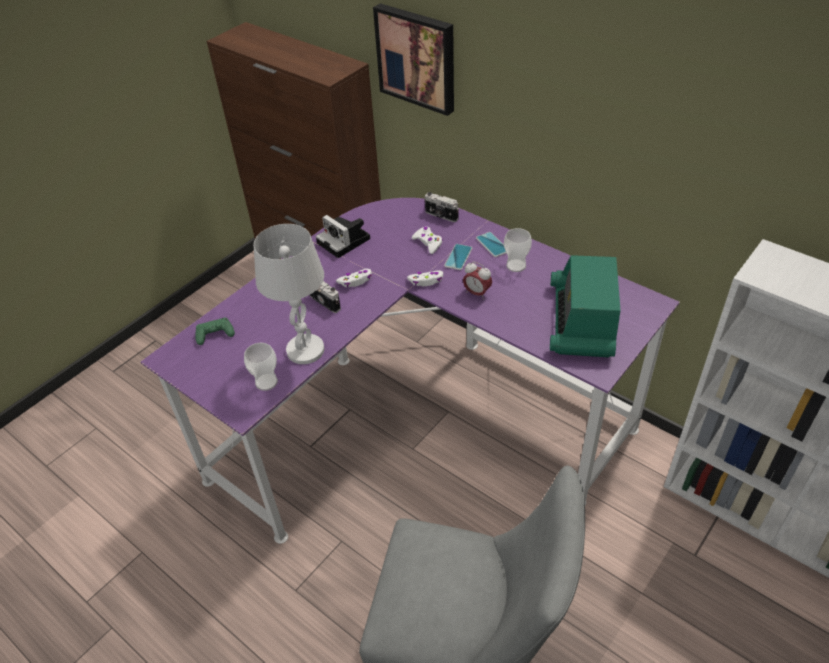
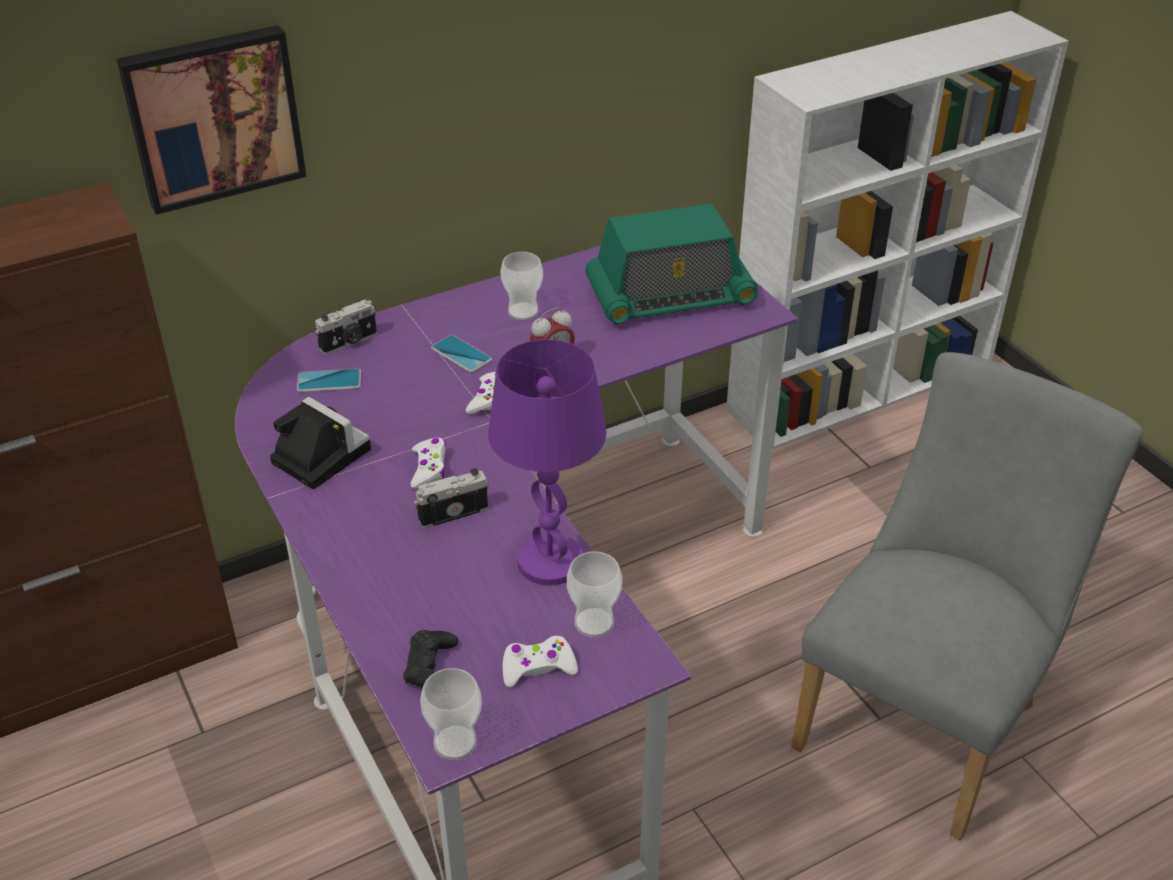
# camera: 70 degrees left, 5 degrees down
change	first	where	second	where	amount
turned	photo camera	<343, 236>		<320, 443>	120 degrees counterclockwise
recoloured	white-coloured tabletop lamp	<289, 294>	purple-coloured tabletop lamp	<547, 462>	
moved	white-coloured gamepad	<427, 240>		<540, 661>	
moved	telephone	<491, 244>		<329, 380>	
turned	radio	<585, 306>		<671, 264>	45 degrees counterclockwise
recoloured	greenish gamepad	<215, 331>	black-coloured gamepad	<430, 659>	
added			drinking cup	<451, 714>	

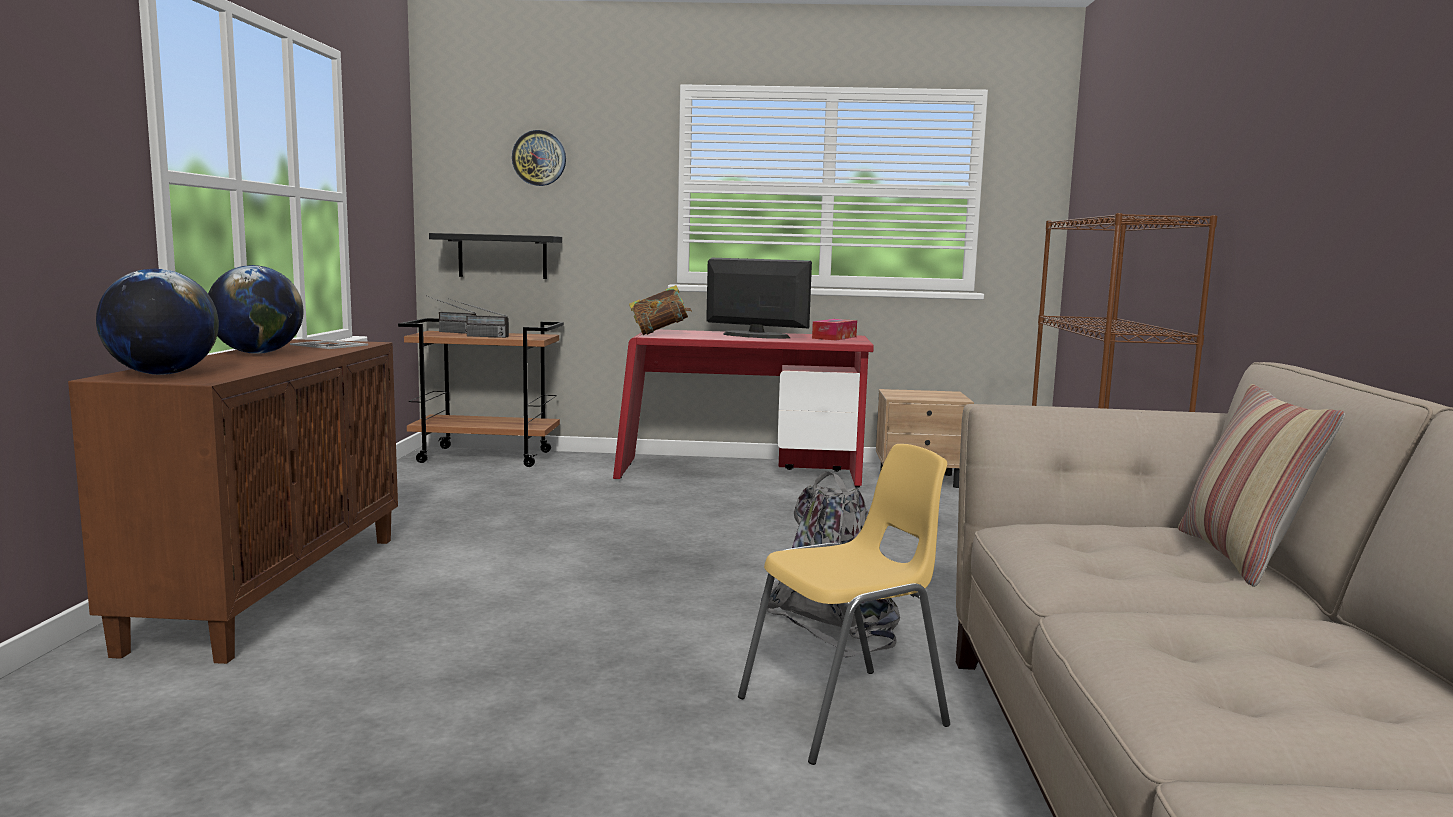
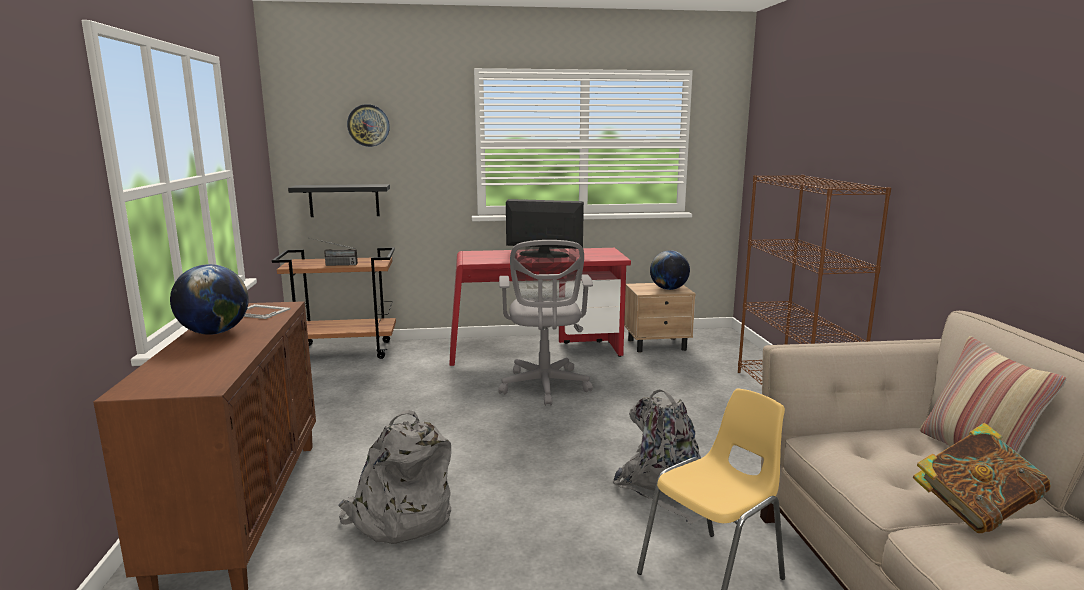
# camera: 10 degrees left, 5 degrees up
change	first	where	second	where	amount
moved	globe	<157, 321>		<670, 270>	
moved	volume	<660, 310>		<981, 478>	
removed	radio	<452, 315>			
removed	tissue holder	<834, 329>			
added			greyish office chair	<545, 323>	
added			greyish rucksack	<394, 477>	

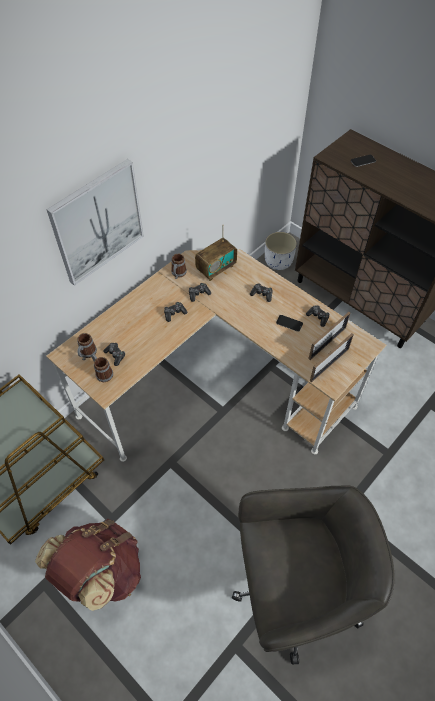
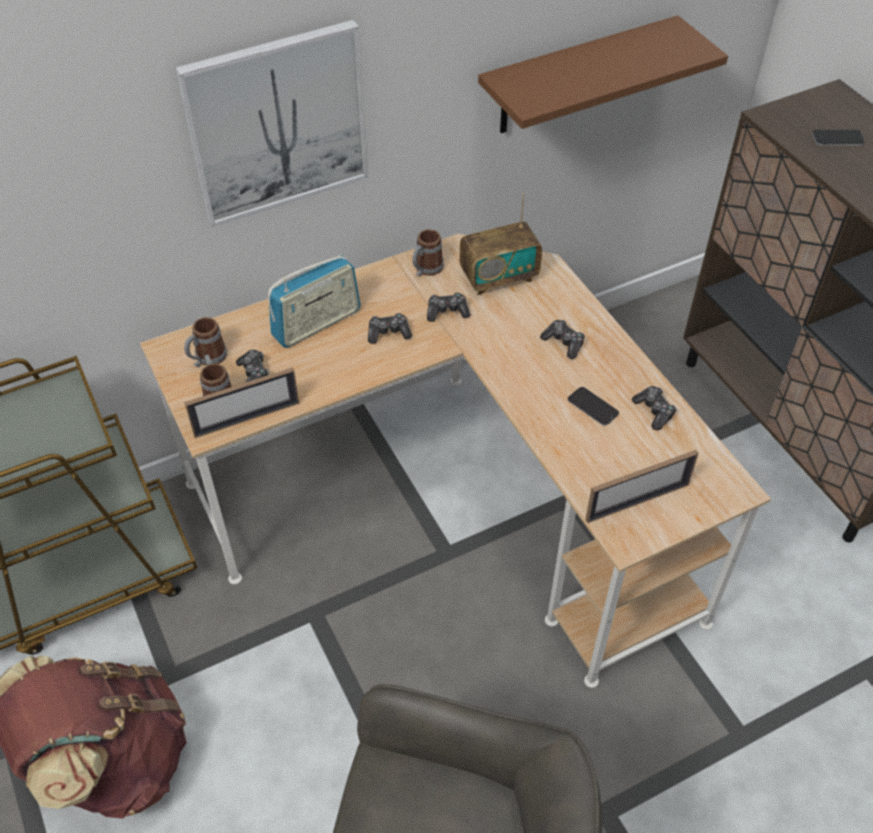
# camera: 20 degrees right, 5 degrees down
change	first	where	second	where	amount
removed	white-coloured plant pot	<281, 251>			
moved	standing frame	<329, 336>		<241, 402>	
added			brown wall shelf	<603, 74>	
added			radio	<314, 301>	

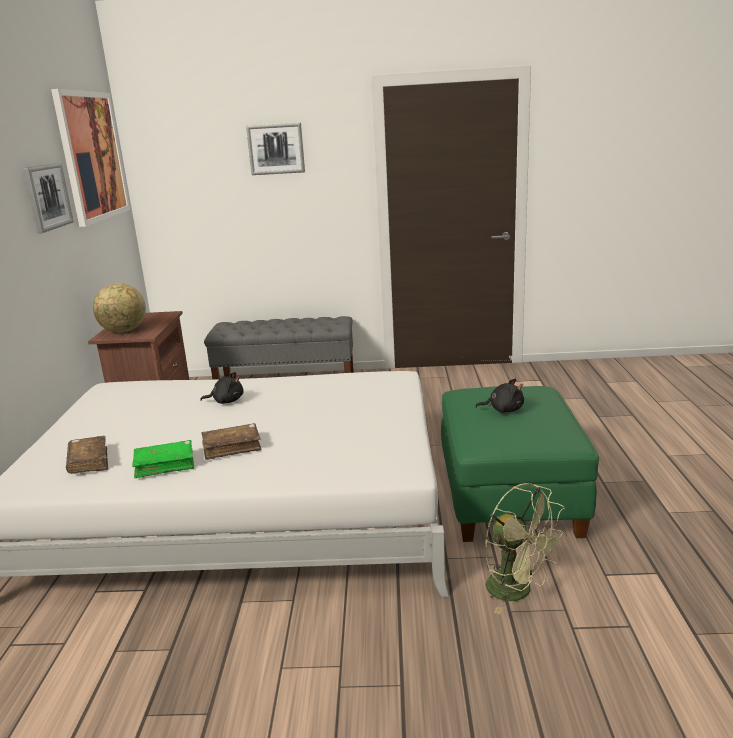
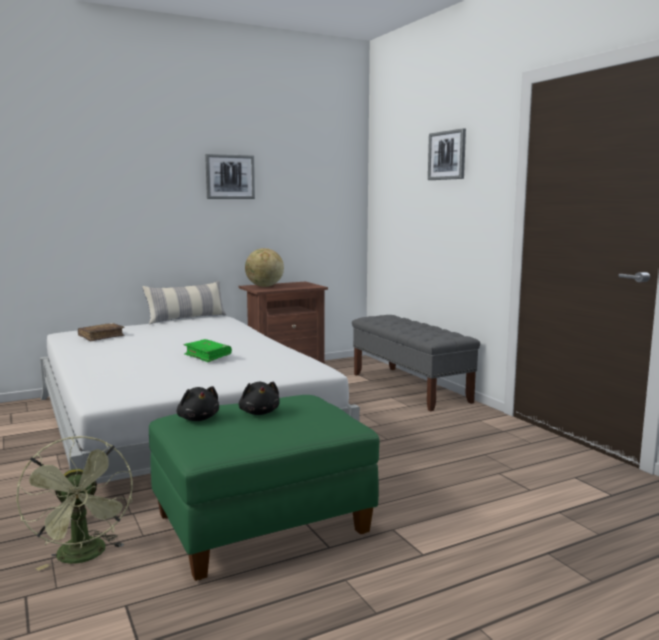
# camera: 60 degrees right, 10 degrees down
change	first	where	second	where	amount
removed	picture	<90, 158>			
moved	black-coloured soft toy	<222, 388>		<198, 403>	
removed	brown volume	<231, 441>			
moved	greenish volume	<163, 459>		<208, 350>	
turned	greenish electric fan	<526, 548>		<74, 503>	45 degrees counterclockwise
added			pillow	<184, 302>	

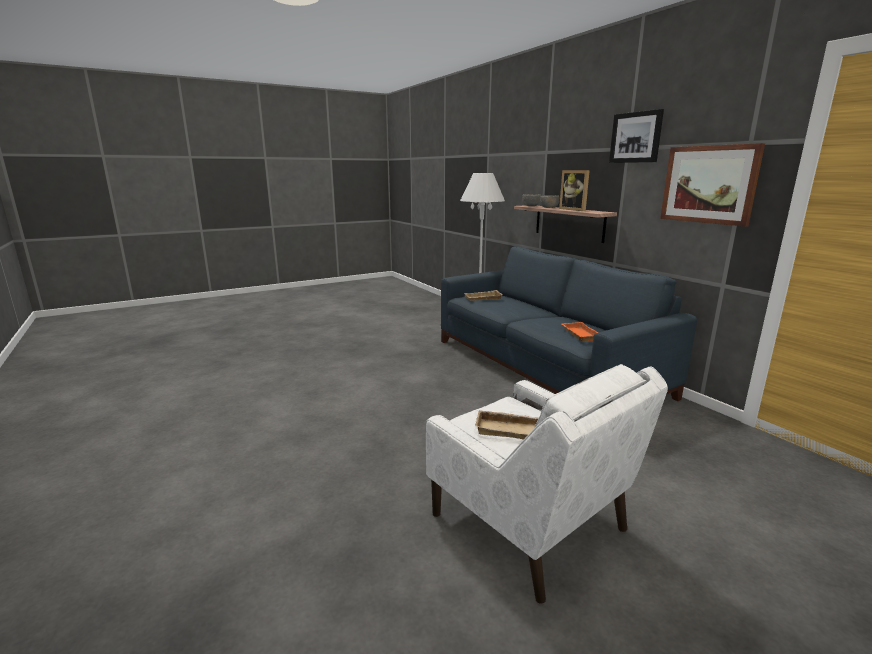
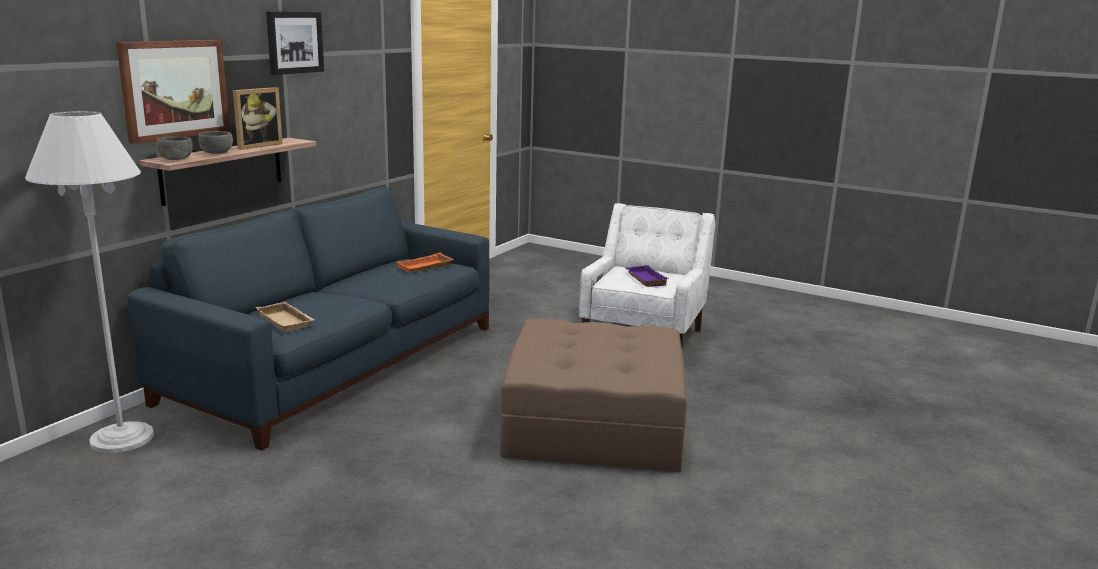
# camera: 120 degrees left, 0 degrees up
change	first	where	second	where	amount
moved	picture	<712, 185>		<173, 92>	
recoloured	beige serving tray	<507, 425>	purple-coloured serving tray	<647, 276>	
added			brown pouffe	<593, 395>	

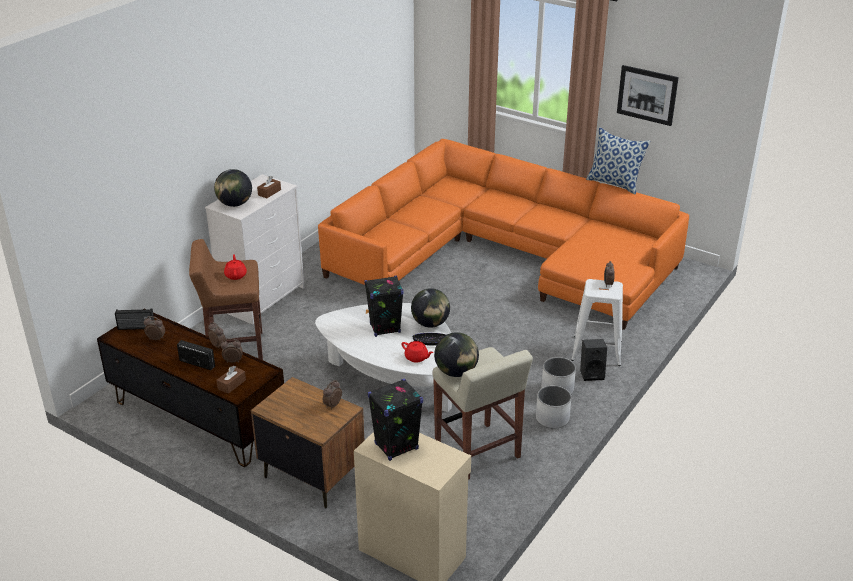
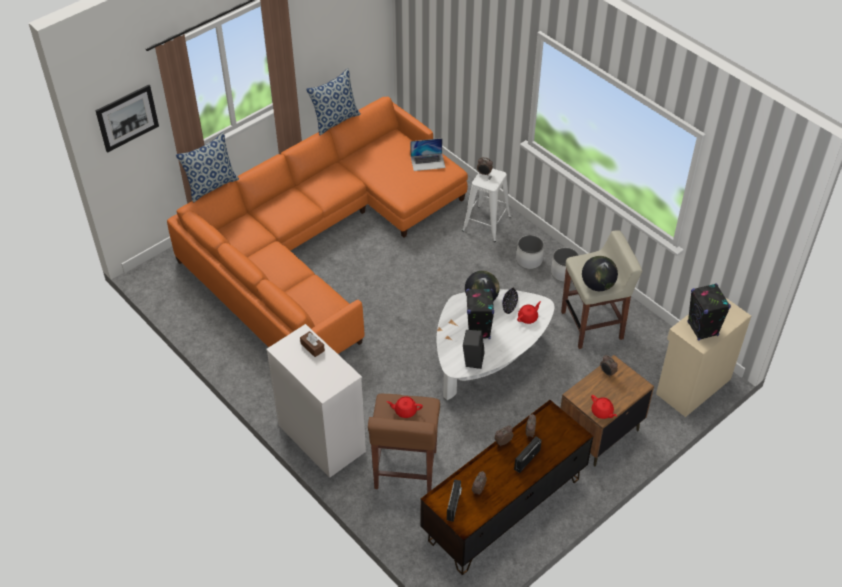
# camera: 75 degrees left, 15 degrees up
change	first	where	second	where	amount
moved	picture	<648, 95>		<127, 119>	
removed	globe	<233, 188>			
moved	black-coloured speaker	<593, 360>		<474, 349>	
removed	brown tissue holder	<231, 380>			
added			pillow	<207, 167>	
added			laptop	<428, 154>	
added			red pot for tea	<604, 407>	

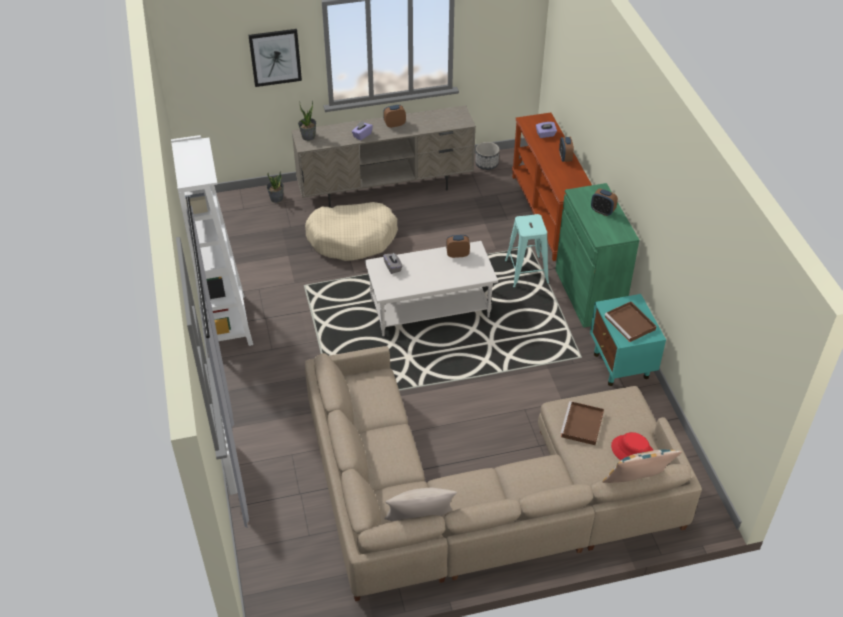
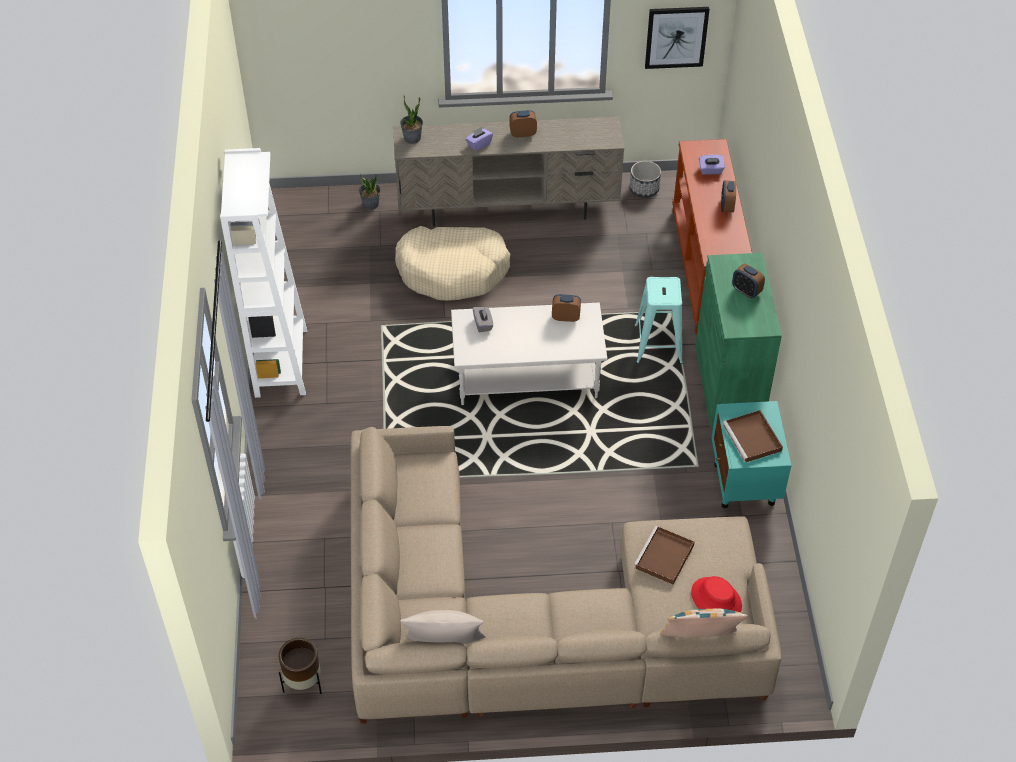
# camera: 10 degrees right, 5 degrees up
change	first	where	second	where	amount
moved	picture	<275, 58>		<677, 38>	
added			brown plant pot	<300, 666>	

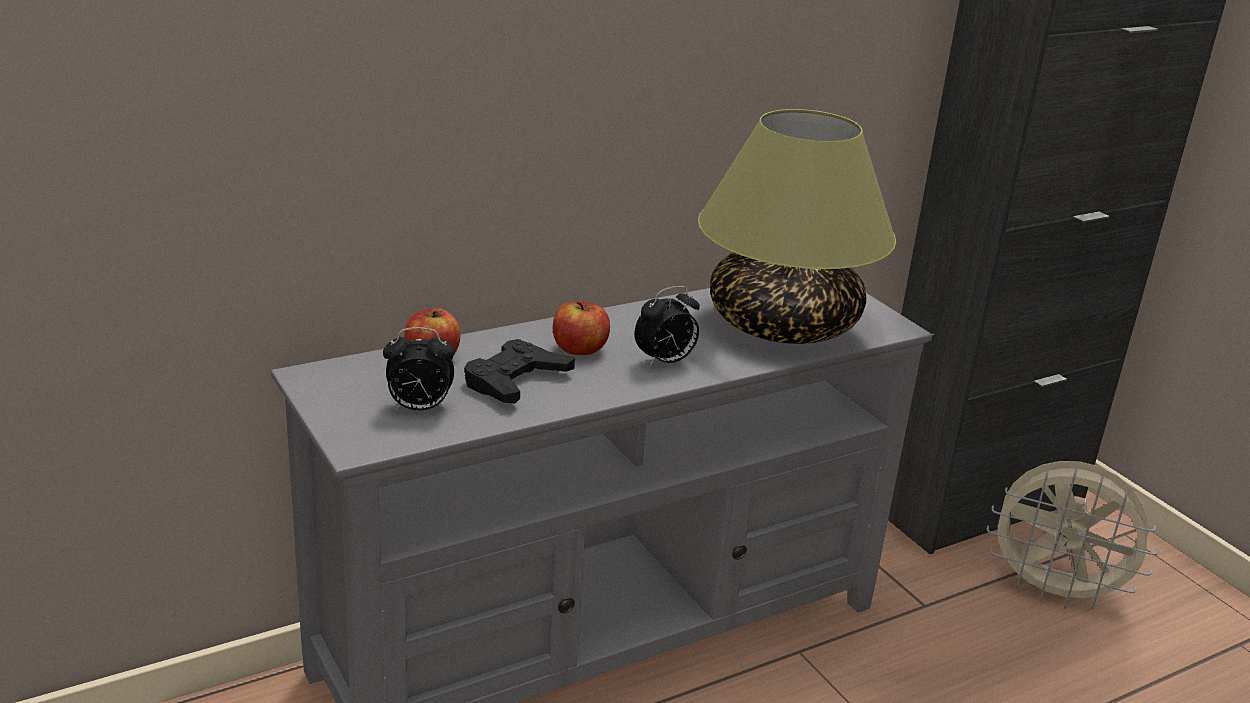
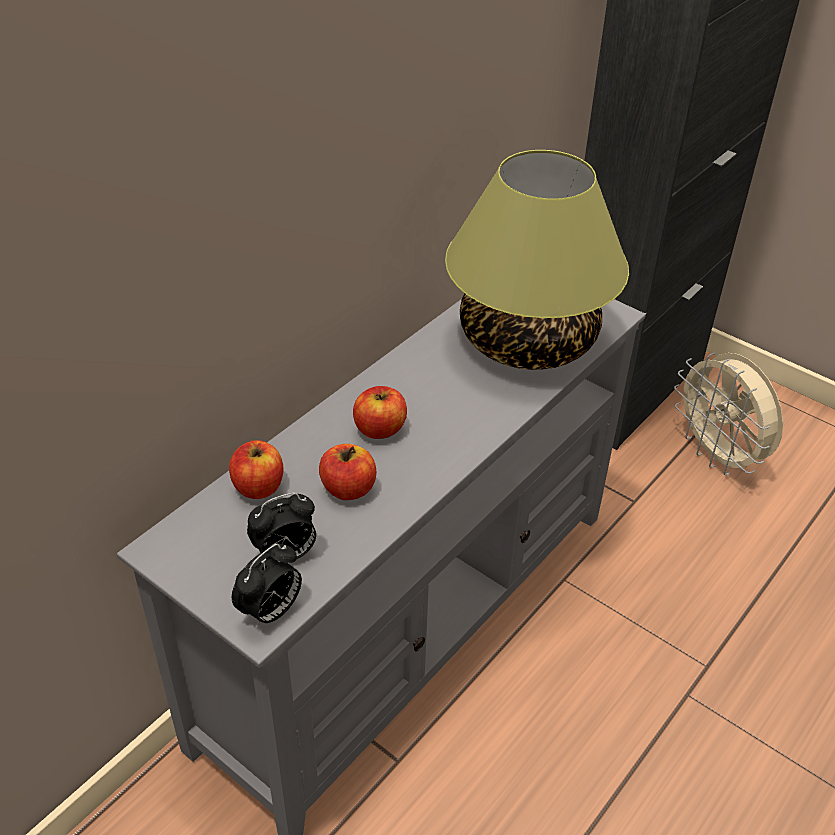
# camera: 20 degrees left, 15 degrees up
change	first	where	second	where	amount
moved	bedside clock	<667, 326>		<267, 586>	
replaced	black-coloured gamepad	<519, 371>	whole apple	<347, 472>	
turned	beige electric fan	<1072, 535>		<728, 413>	60 degrees clockwise

